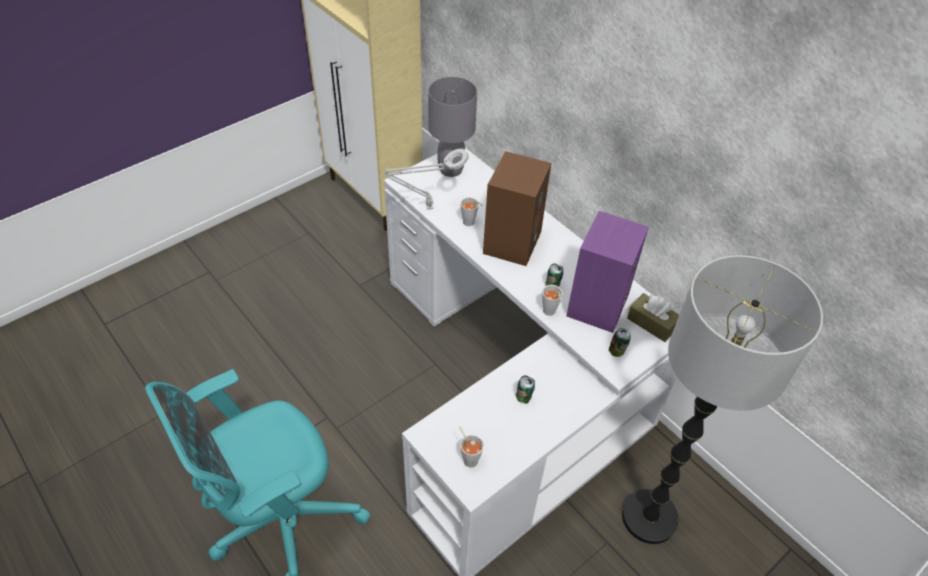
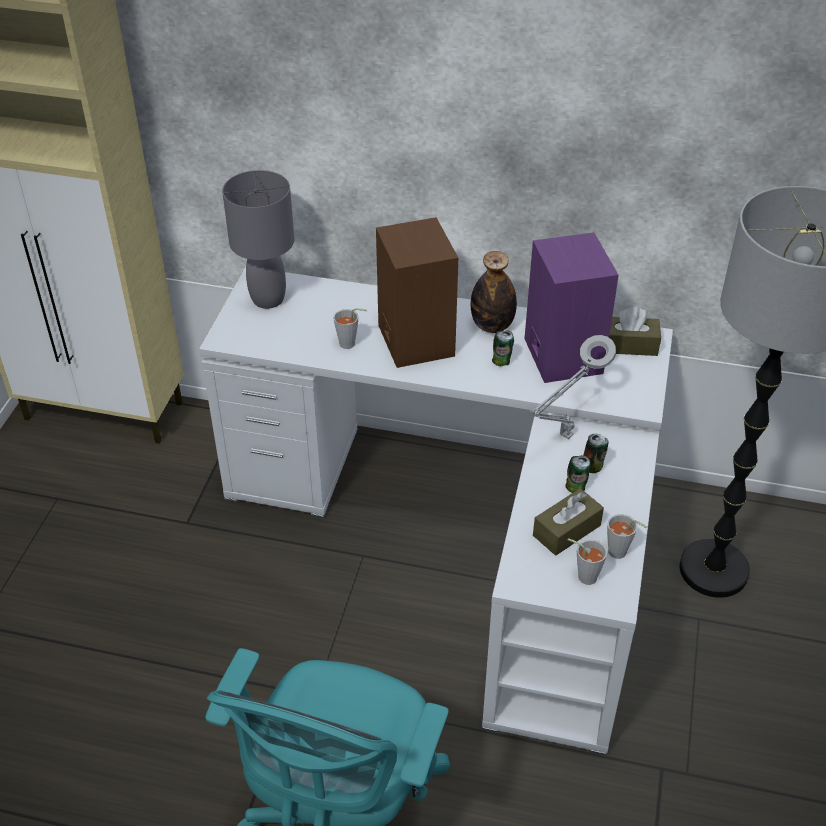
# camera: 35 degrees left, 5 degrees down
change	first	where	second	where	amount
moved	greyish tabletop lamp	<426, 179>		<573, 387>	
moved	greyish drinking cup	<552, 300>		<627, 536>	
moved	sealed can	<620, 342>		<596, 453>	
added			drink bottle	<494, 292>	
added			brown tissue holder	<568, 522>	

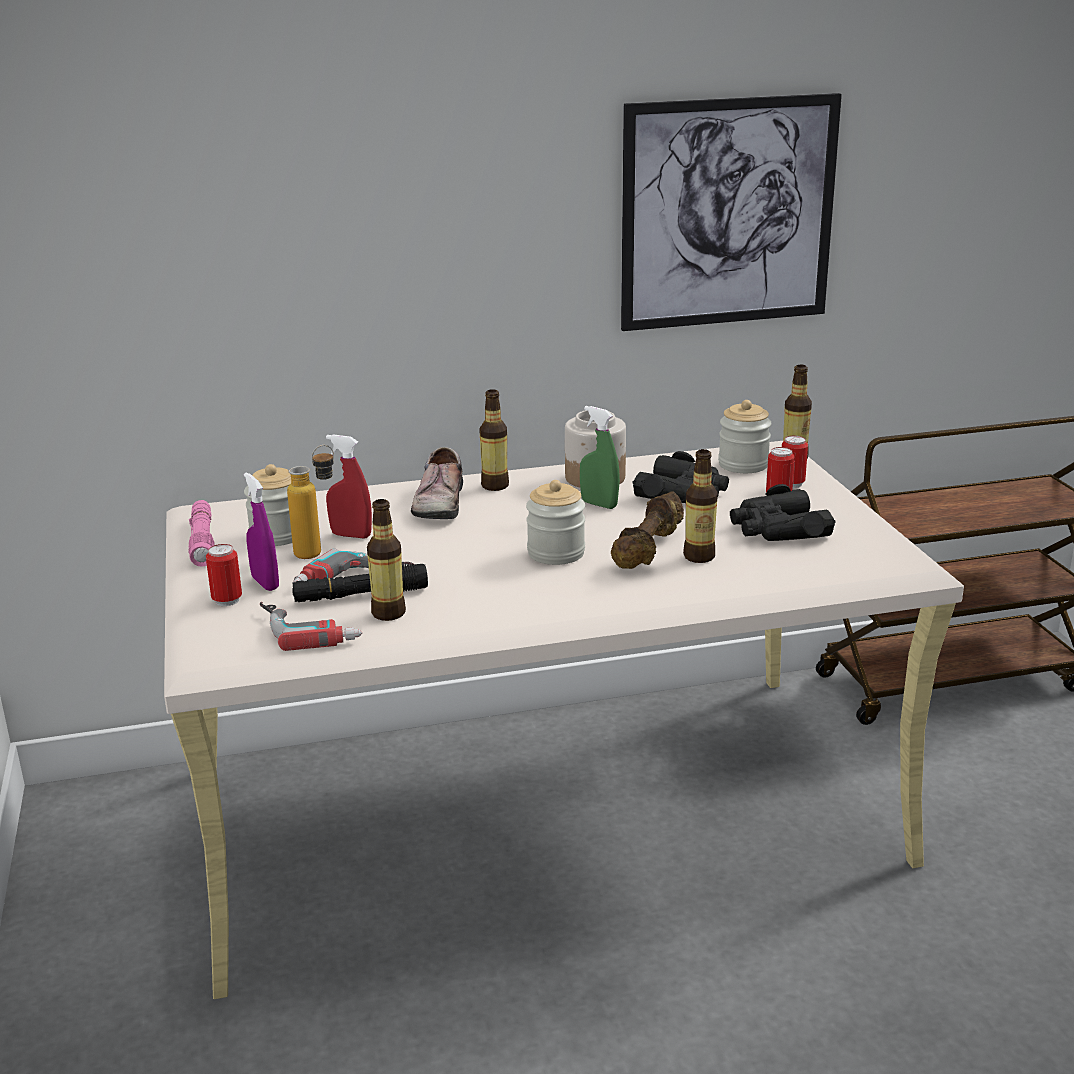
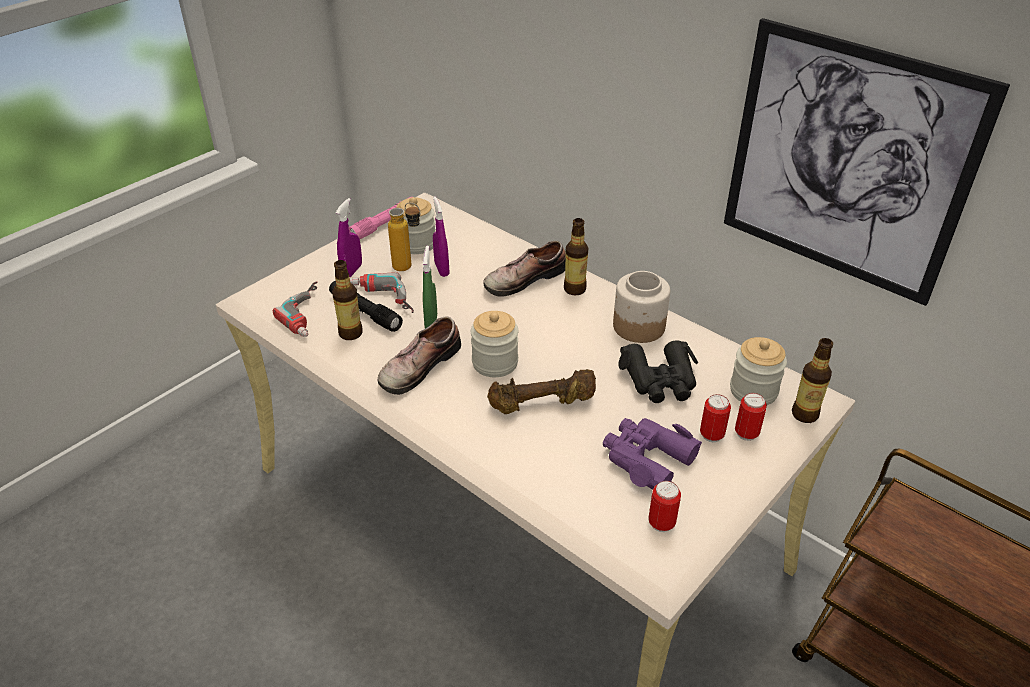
# camera: 55 degrees right, 15 degrees up
change	first	where	second	where	amount
moved	greenish spray bottle	<600, 457>		<430, 287>	
recoloured	red spray bottle	<349, 486>	purple-coloured spray bottle	<441, 237>	
removed	drink bottle	<700, 506>			
recoloured	black-coloured binoculars	<782, 512>	purple-coloured binoculars	<652, 454>	
moved	sealed can	<224, 575>		<665, 506>	
added			item of footwear	<419, 356>	

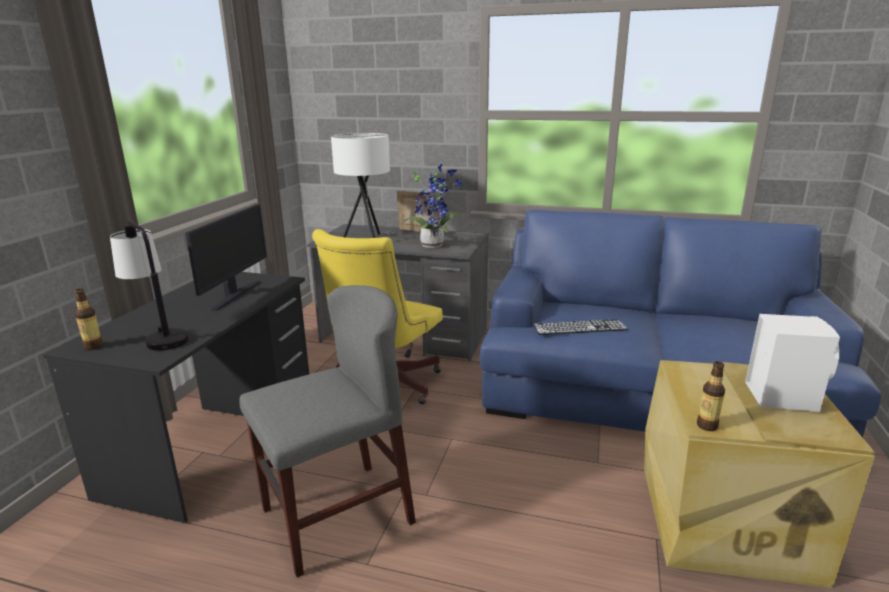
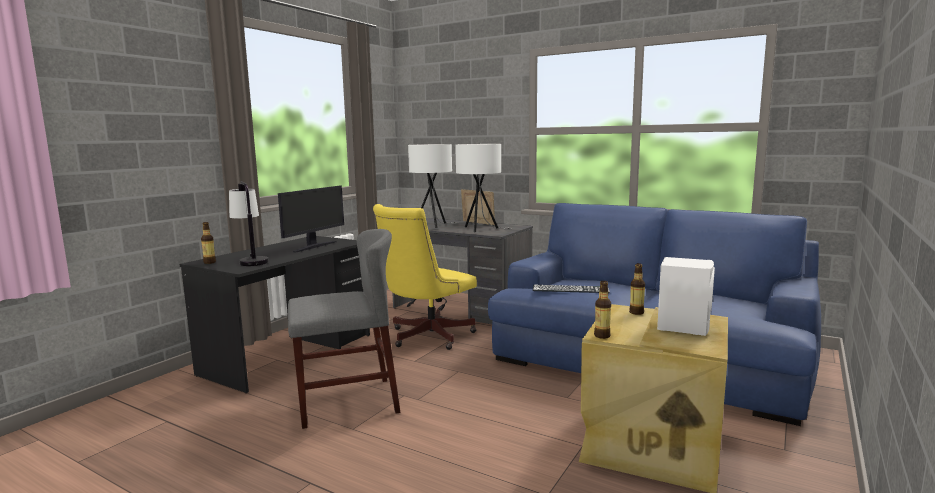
# camera: 15 degrees right, 10 degrees down
change	first	where	second	where	amount
replaced	plant in a pot	<433, 206>	white-coloured tabletop lamp	<483, 188>	
added			drink bottle	<637, 289>	

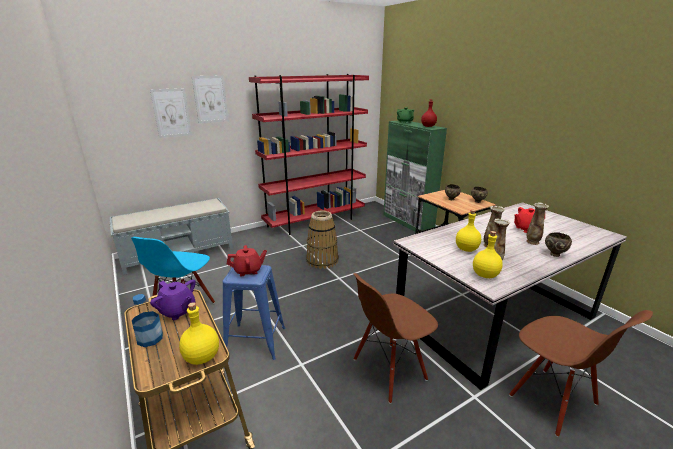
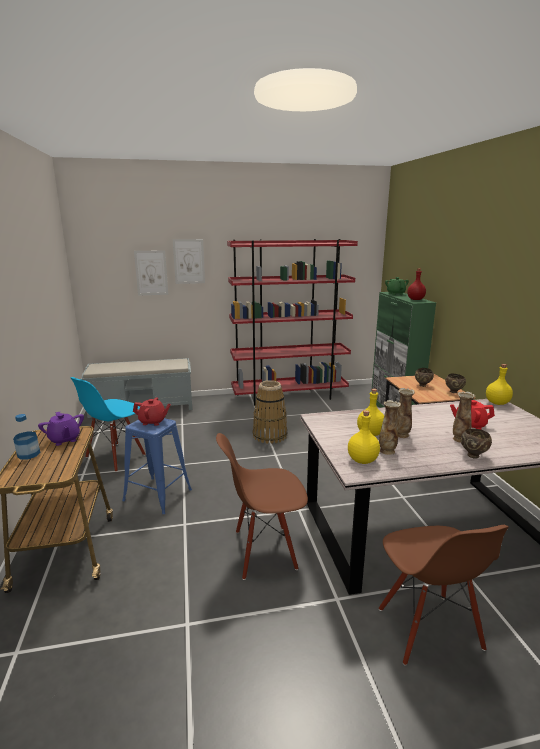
# camera: 20 degrees right, 5 degrees down
change	first	where	second	where	amount
moved	yellow-coloured drink bottle	<199, 333>		<499, 384>	

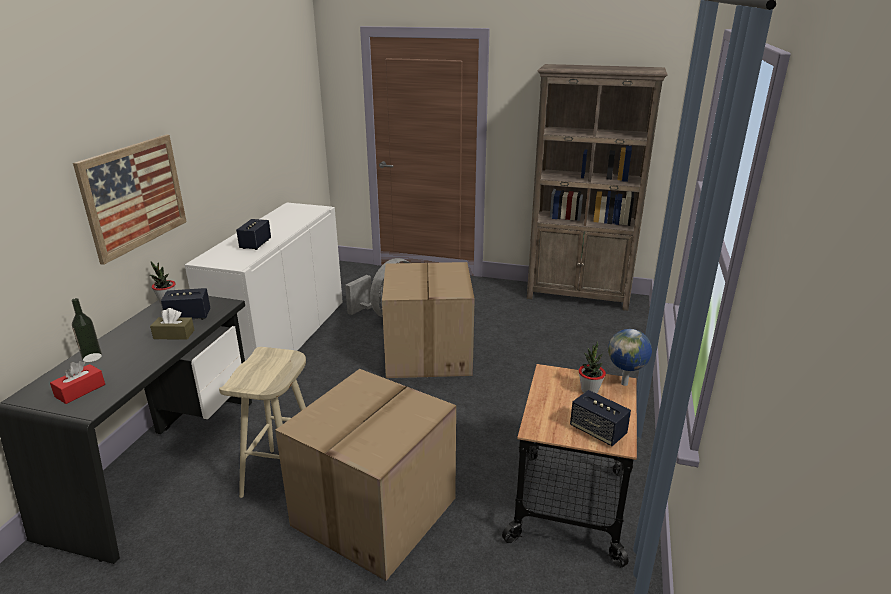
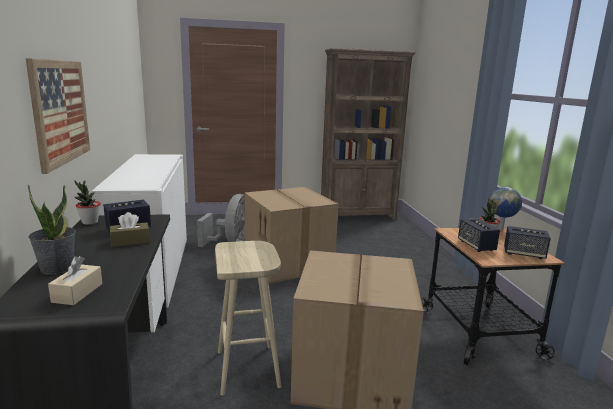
# camera: 25 degrees left, 10 degrees down
change	first	where	second	where	amount
moved	speaker	<253, 234>		<479, 235>	
replaced	drink bottle	<86, 330>	plant in a pot	<52, 230>	
recoloured	red tissue holder	<77, 382>	beige tissue holder	<75, 280>	

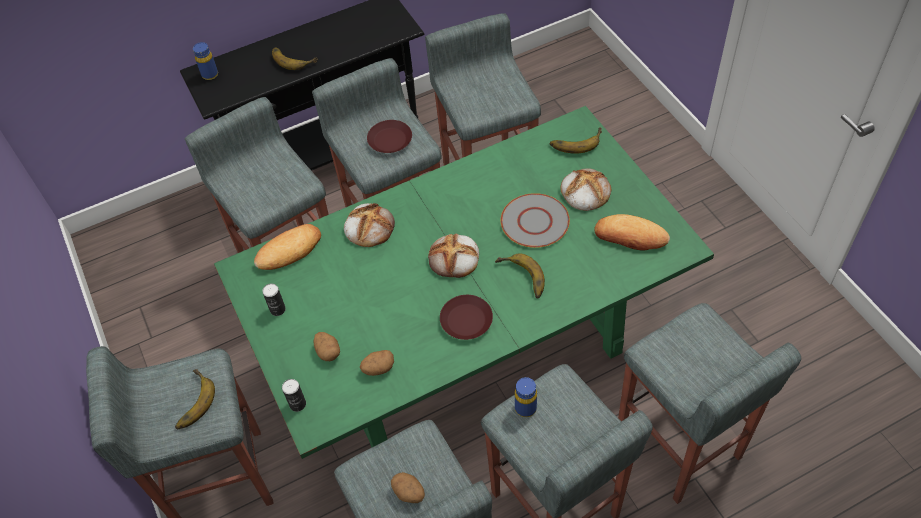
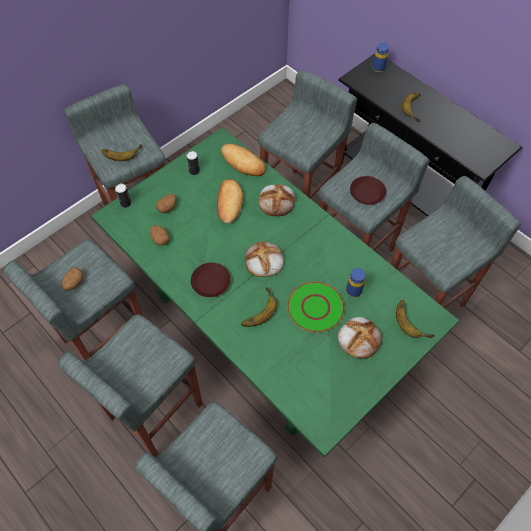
# camera: 70 degrees right, 5 degrees up
change	first	where	second	where	amount
recoloured	greyish dinner plate	<535, 220>	greenish dinner plate	<315, 307>	
moved	bakery bread	<632, 232>		<230, 201>	
moved	blue drink bottle	<526, 397>		<355, 282>	

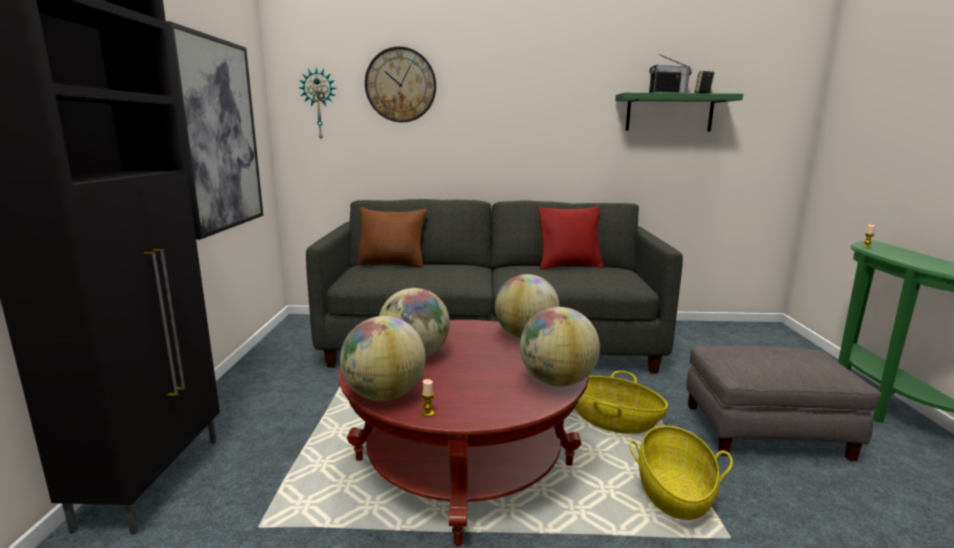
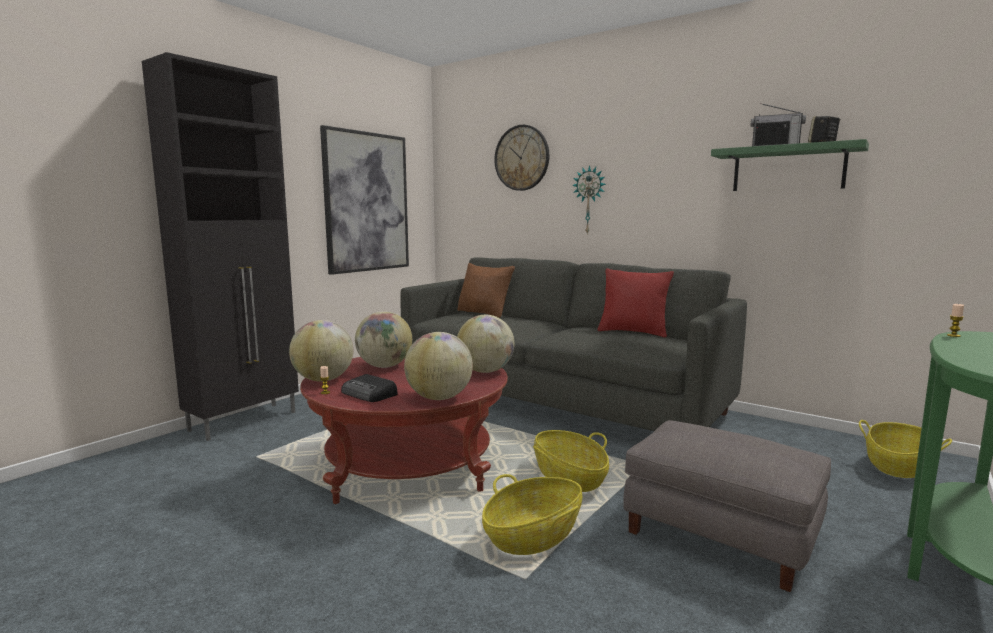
# camera: 35 degrees right, 5 degrees down
change	first	where	second	where	amount
moved	clock on the wall	<318, 103>		<589, 200>	
added			radio	<369, 388>	
added			storage basket	<905, 449>	

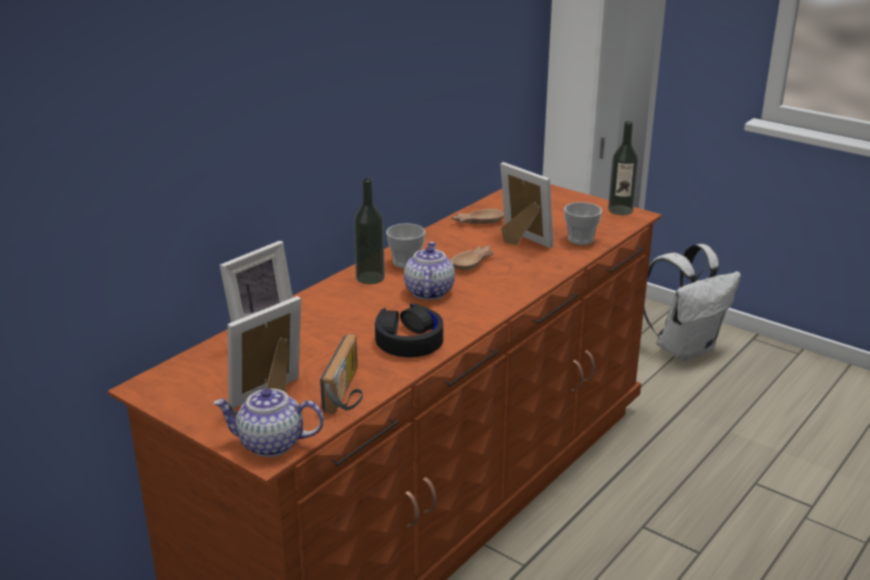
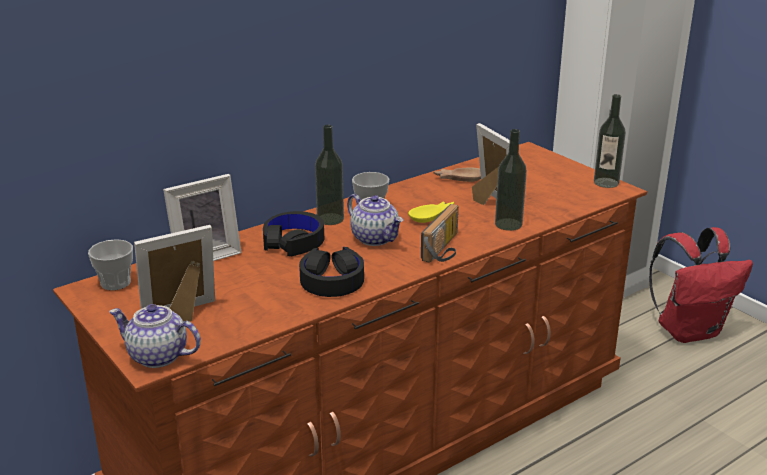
# camera: 15 degrees right, 0 degrees up
change	first	where	second	where	amount
moved	drinking cup	<583, 223>		<110, 264>	
turned	pot for tea	<429, 271>		<375, 220>	120 degrees clockwise
recoloured	white-coloured rucksack	<692, 302>	red rucksack	<701, 285>	
recoloured	brown deep dish	<472, 257>	yellow-coloured deep dish	<431, 212>	
moved	radio	<341, 373>		<440, 233>	
added			drink bottle	<511, 180>	
added			black-coloured headset	<293, 233>	

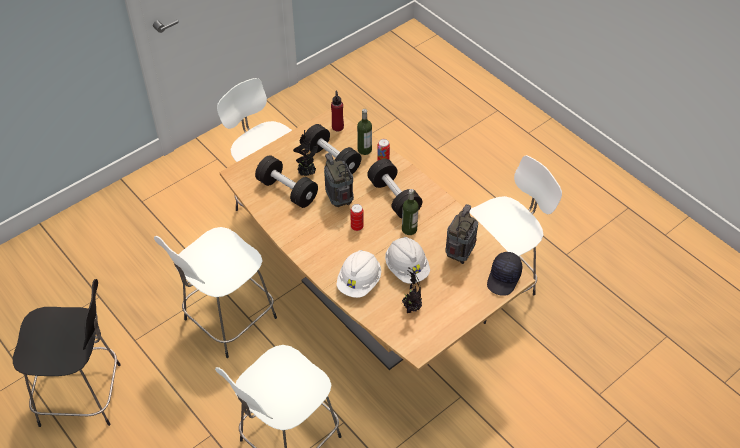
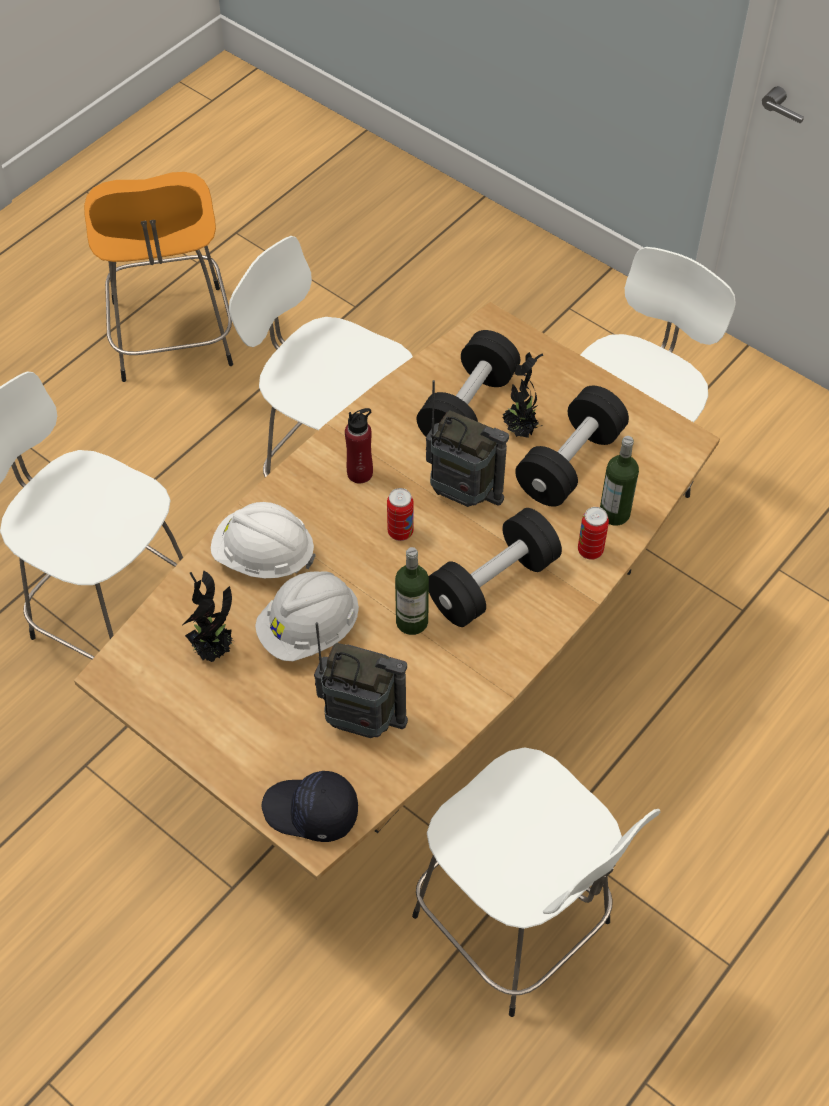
# camera: 80 degrees right, 5 degrees up
change	first	where	second	where	amount
moved	red drink bottle	<337, 111>		<359, 446>	
turned	radio	<339, 180>		<467, 443>	60 degrees clockwise
recoloured	black-coloured stool	<67, 353>	orange stool	<158, 277>	

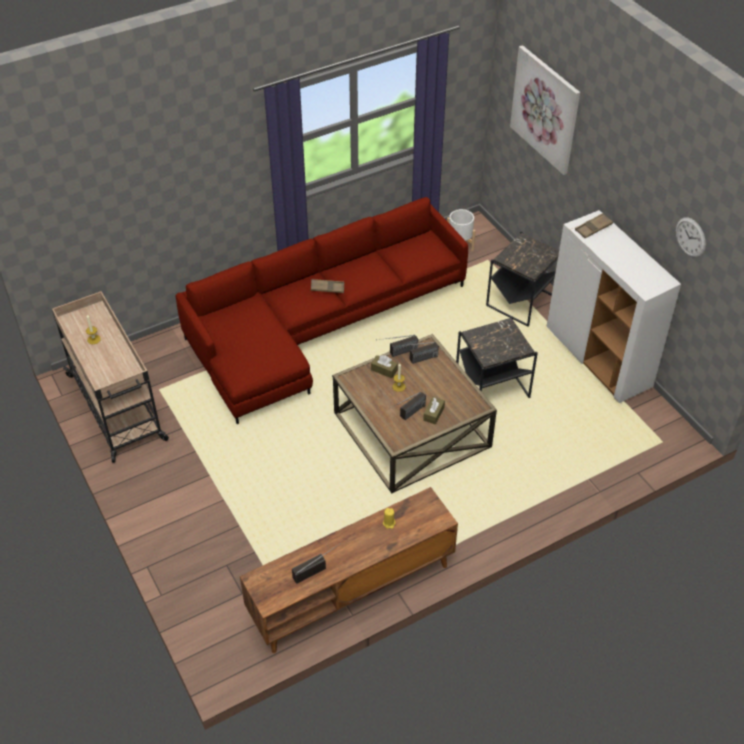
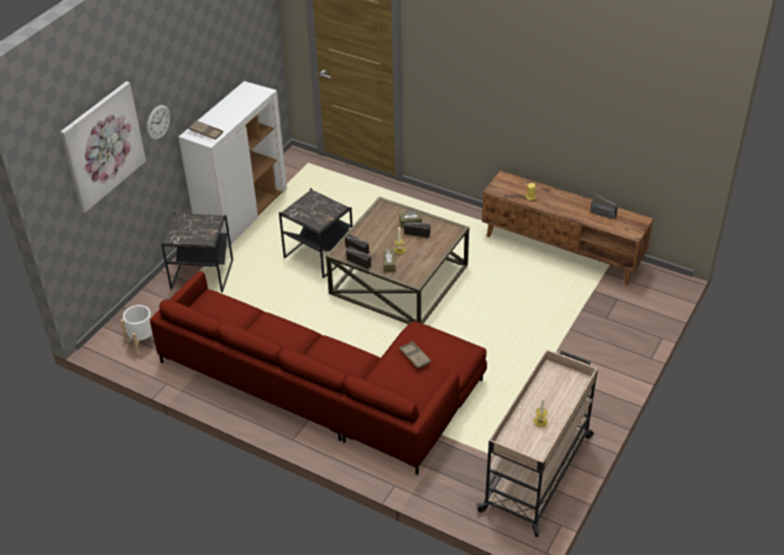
# camera: 120 degrees left, 5 degrees down
change	first	where	second	where	amount
moved	clock on the wall	<691, 237>		<158, 122>	
moved	brown serving tray	<327, 286>		<415, 355>	

